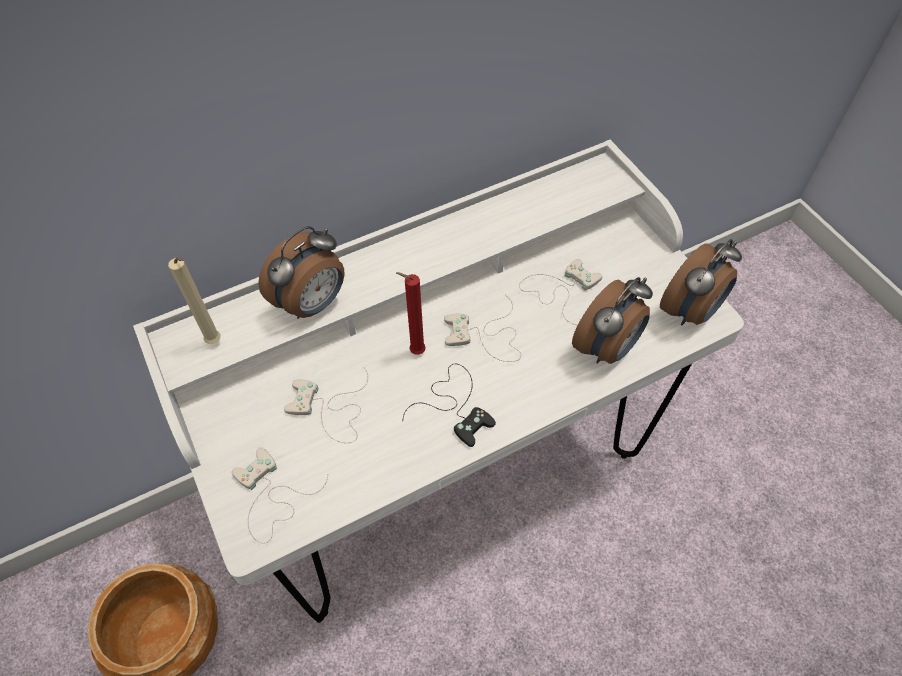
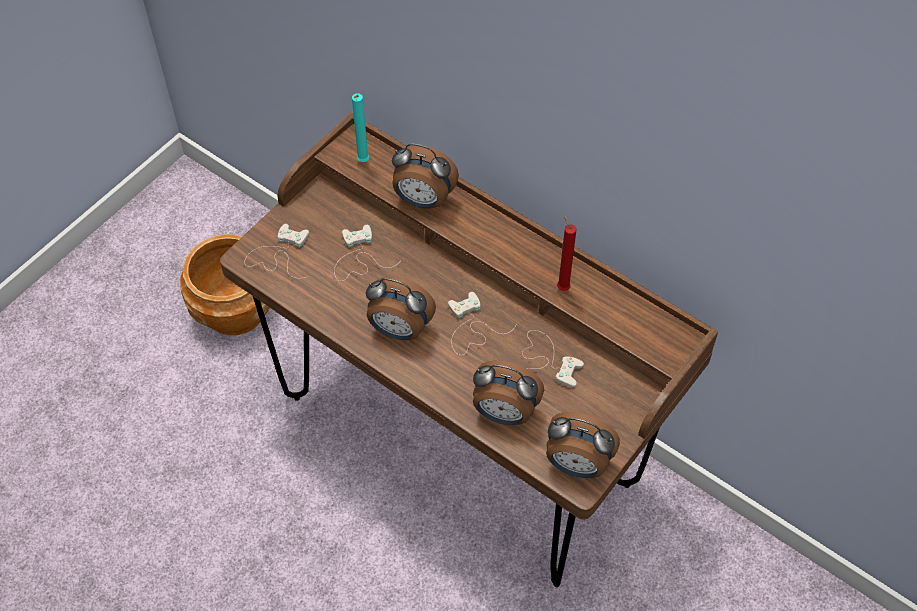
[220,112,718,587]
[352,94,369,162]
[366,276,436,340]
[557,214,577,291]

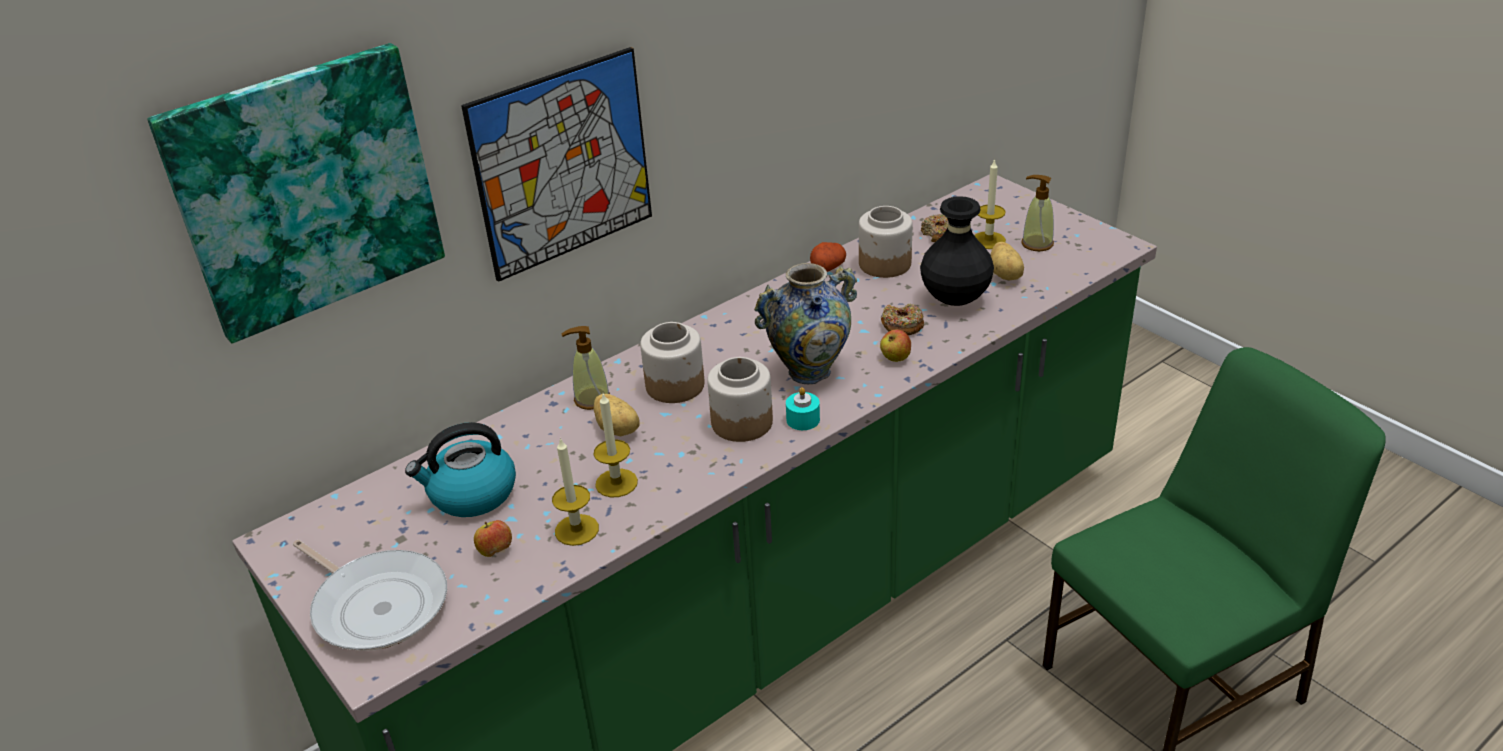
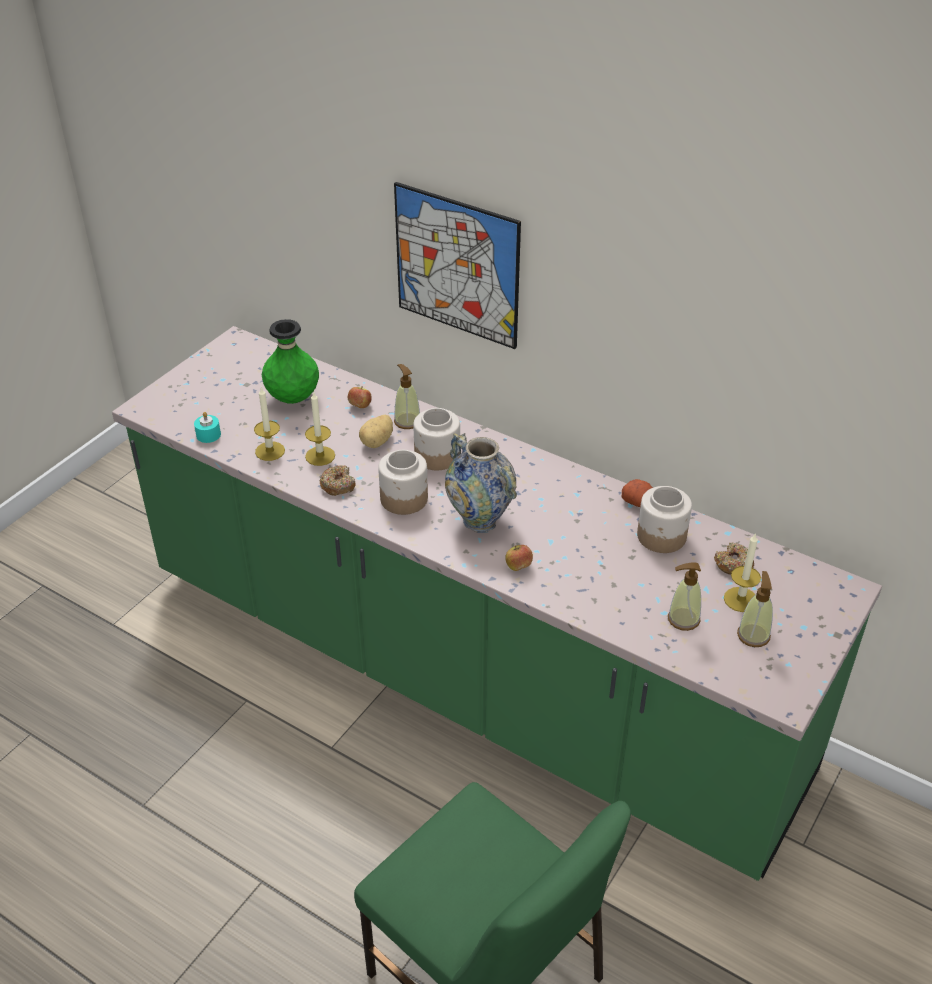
[194,412,221,443]
[262,319,319,404]
[320,465,356,496]
[348,386,372,408]
[668,562,701,631]
[147,43,445,343] (first image)
[293,540,447,651] (first image)
[920,196,994,306] (first image)

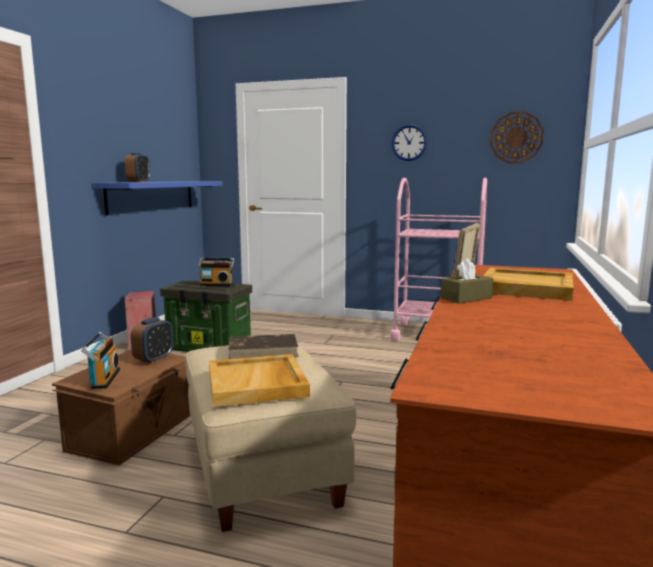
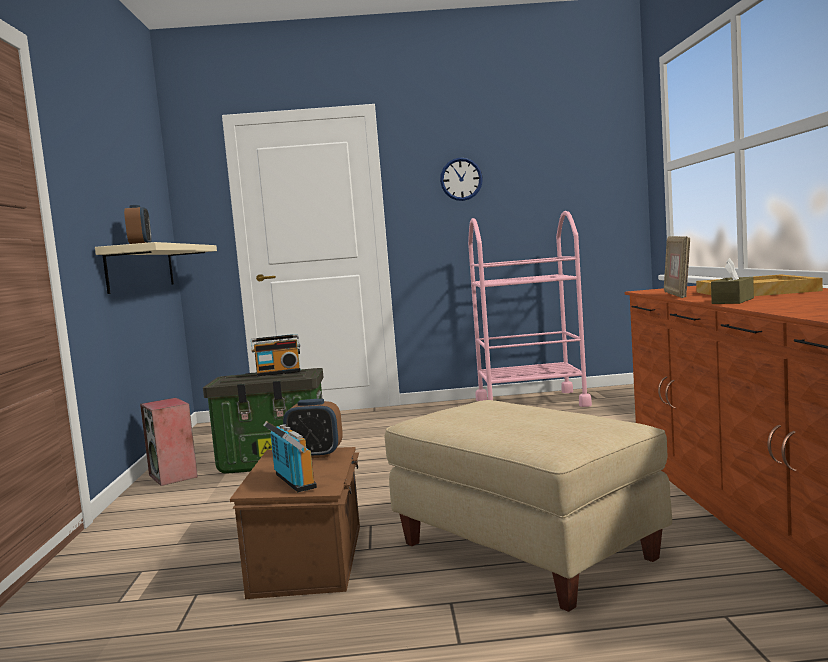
[95,242,217,294]
[283,399,343,458]
[209,354,310,407] (first image)
[228,334,299,359] (first image)
[490,111,544,164] (first image)

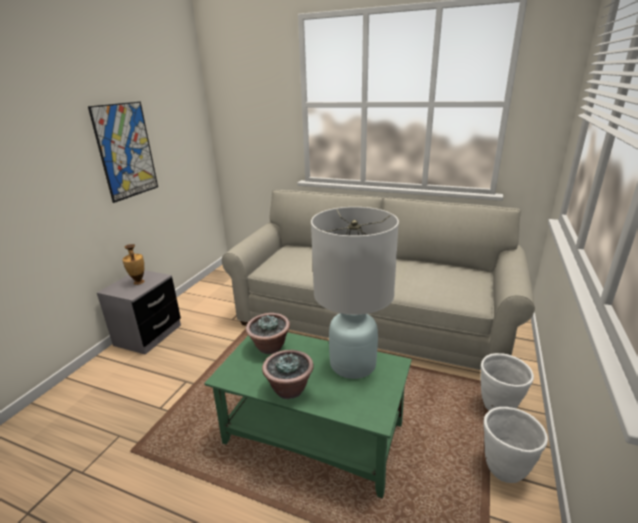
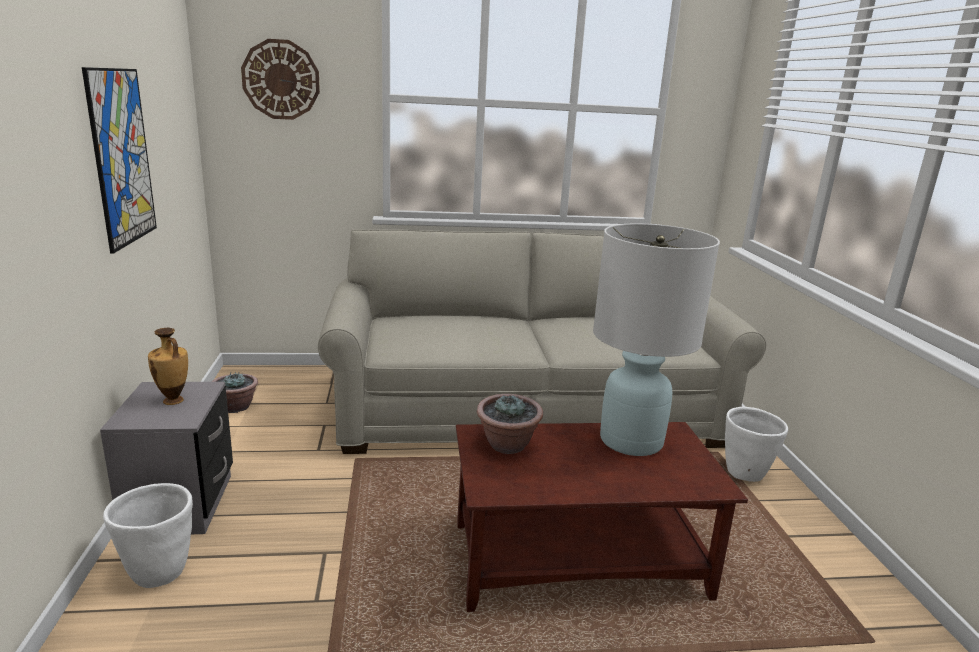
[103,483,193,588]
[212,372,258,413]
[241,39,320,120]
[456,422,748,612]

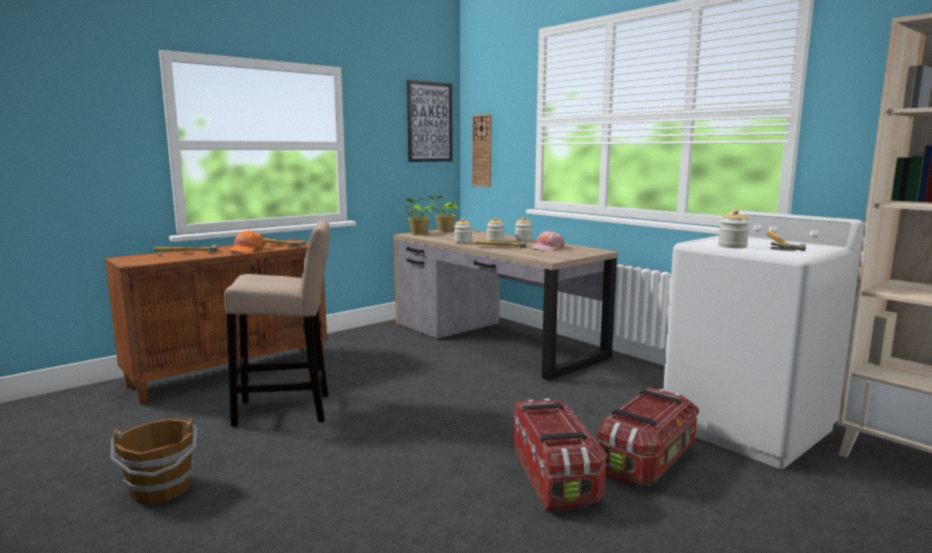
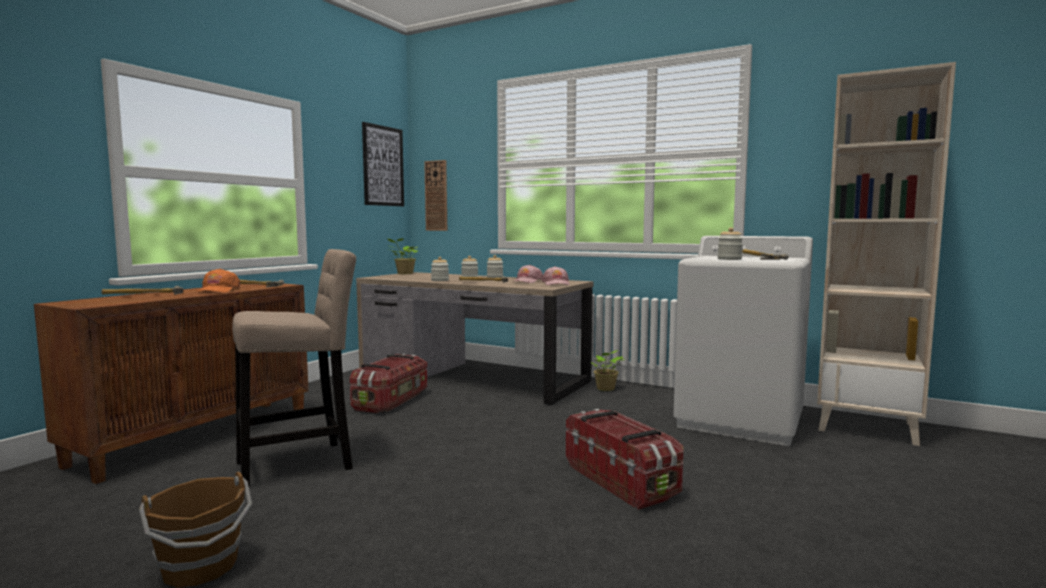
[350,354,427,413]
[542,266,570,285]
[590,350,625,391]

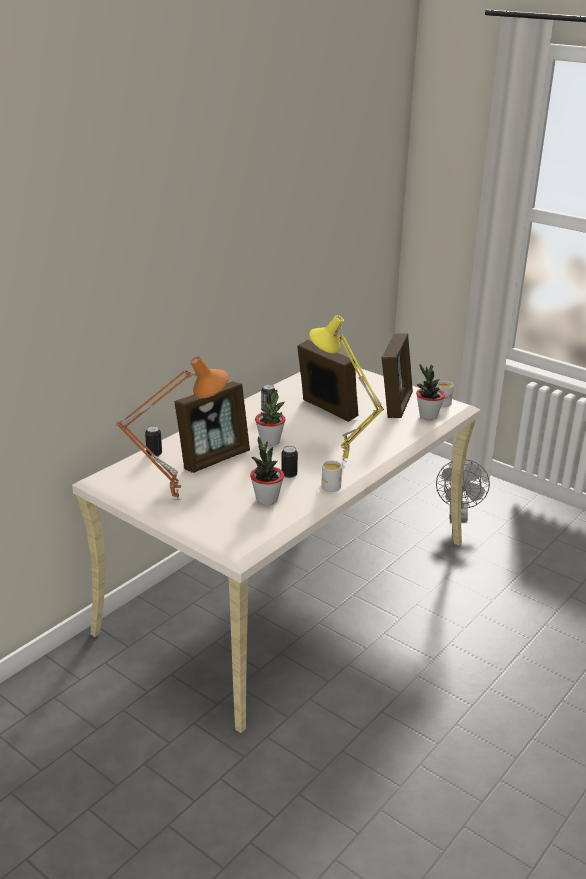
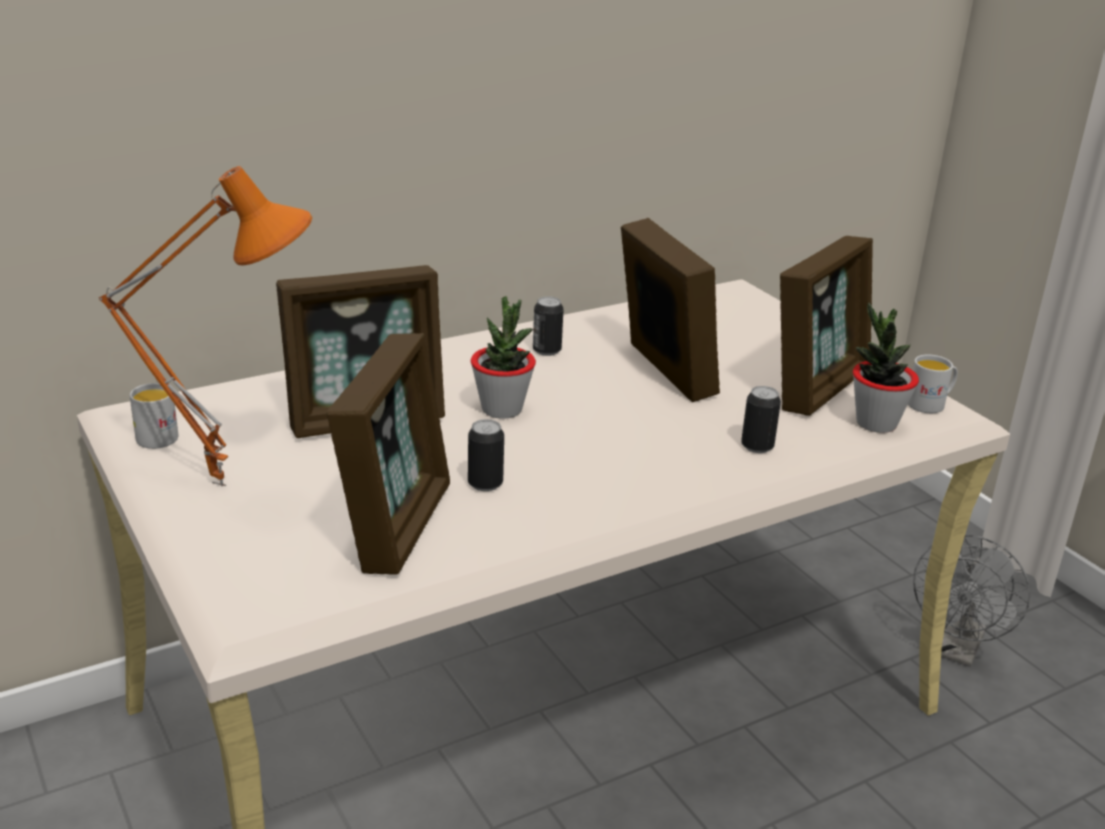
[130,383,178,449]
[326,333,450,575]
[741,386,781,453]
[309,315,384,462] (first image)

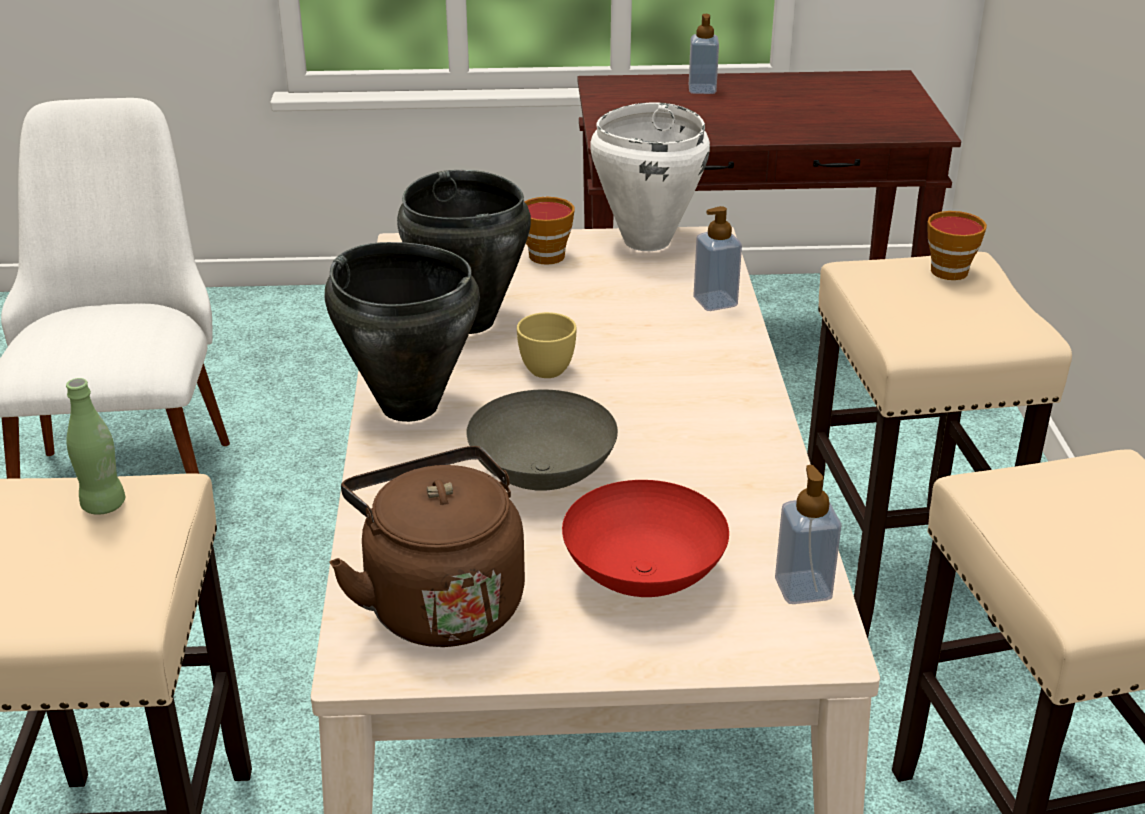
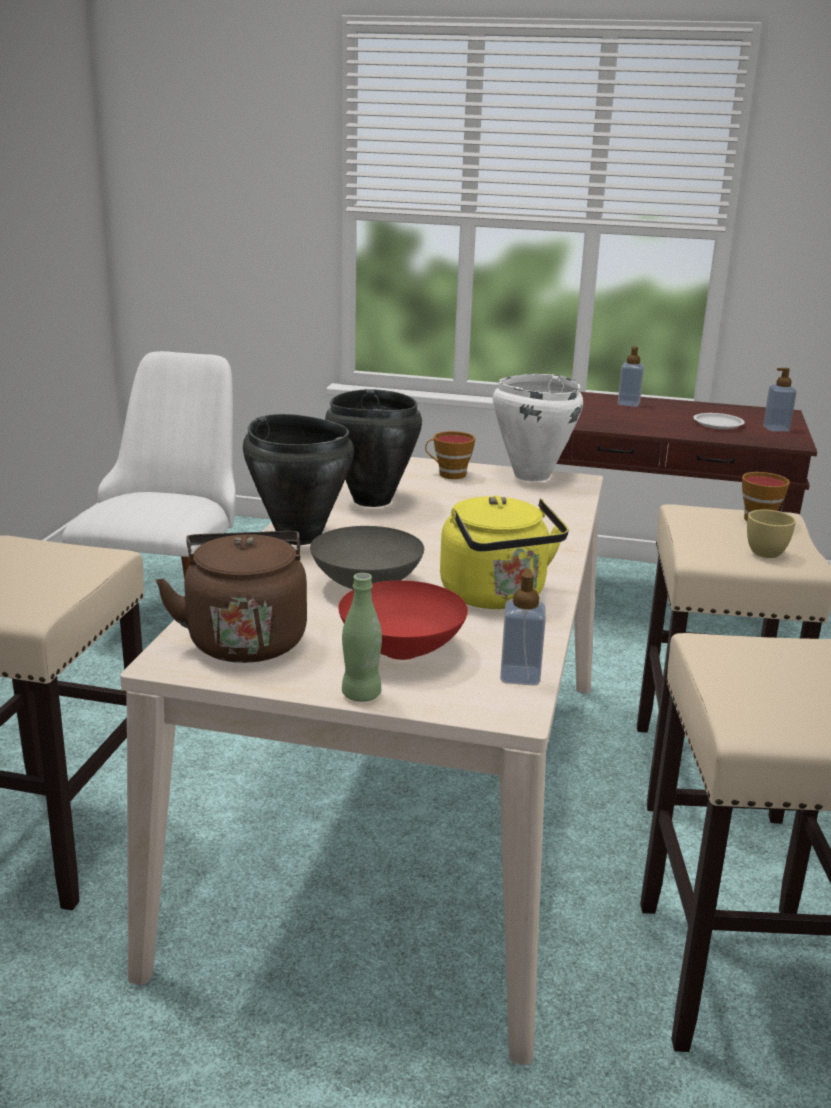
[342,573,382,702]
[440,495,568,609]
[693,413,745,429]
[747,509,796,558]
[763,368,797,432]

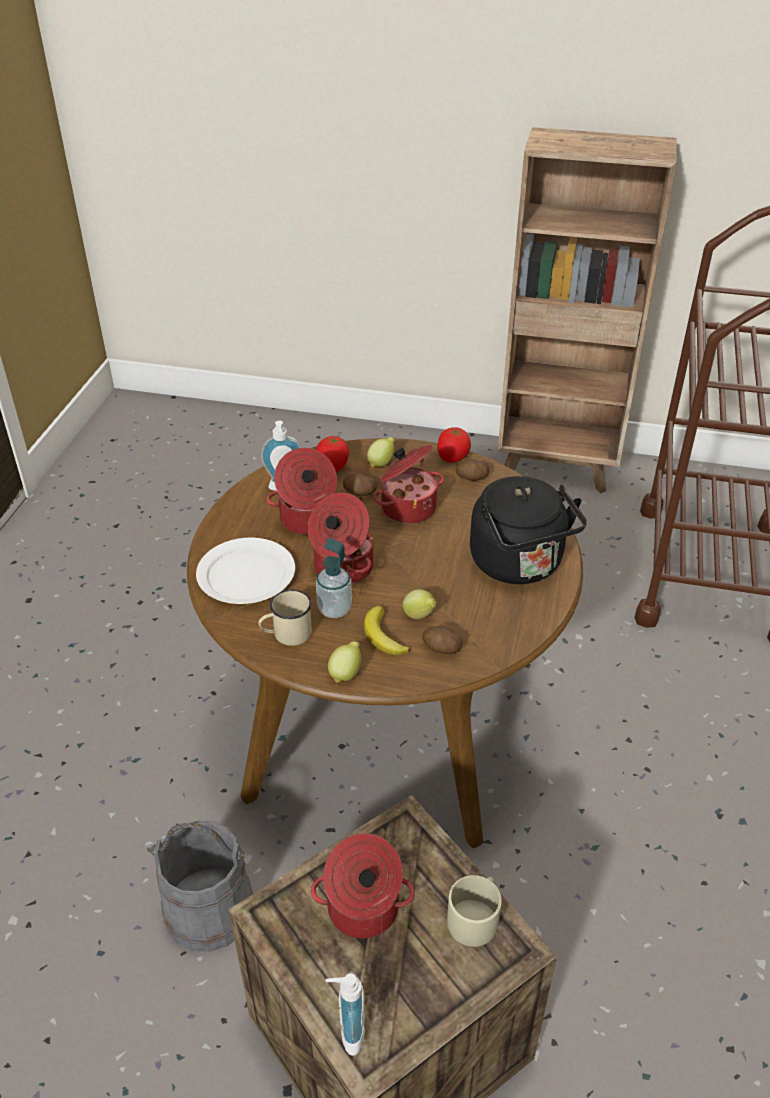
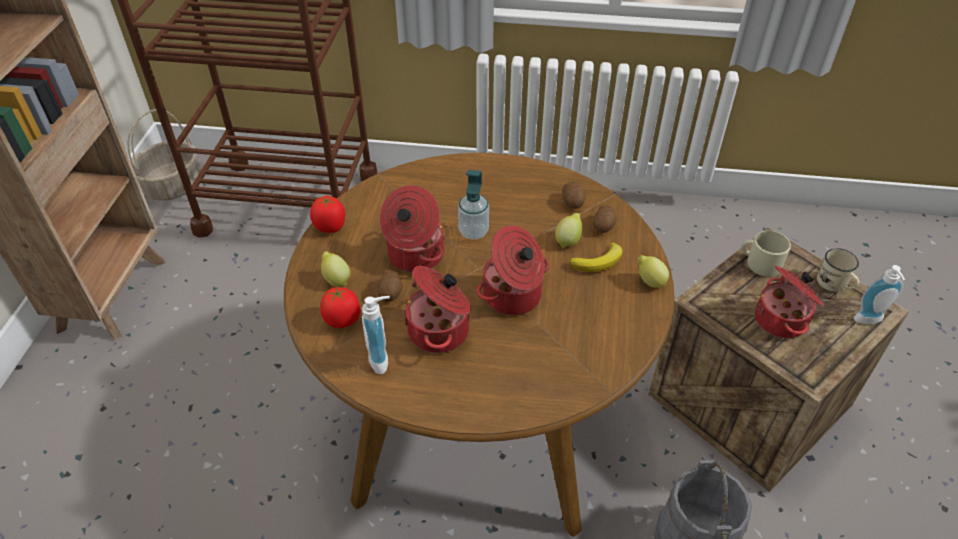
[127,109,201,201]
[458,170,489,240]
[563,182,585,209]
[817,248,860,292]
[196,538,295,604] (first image)
[470,476,587,584] (first image)

